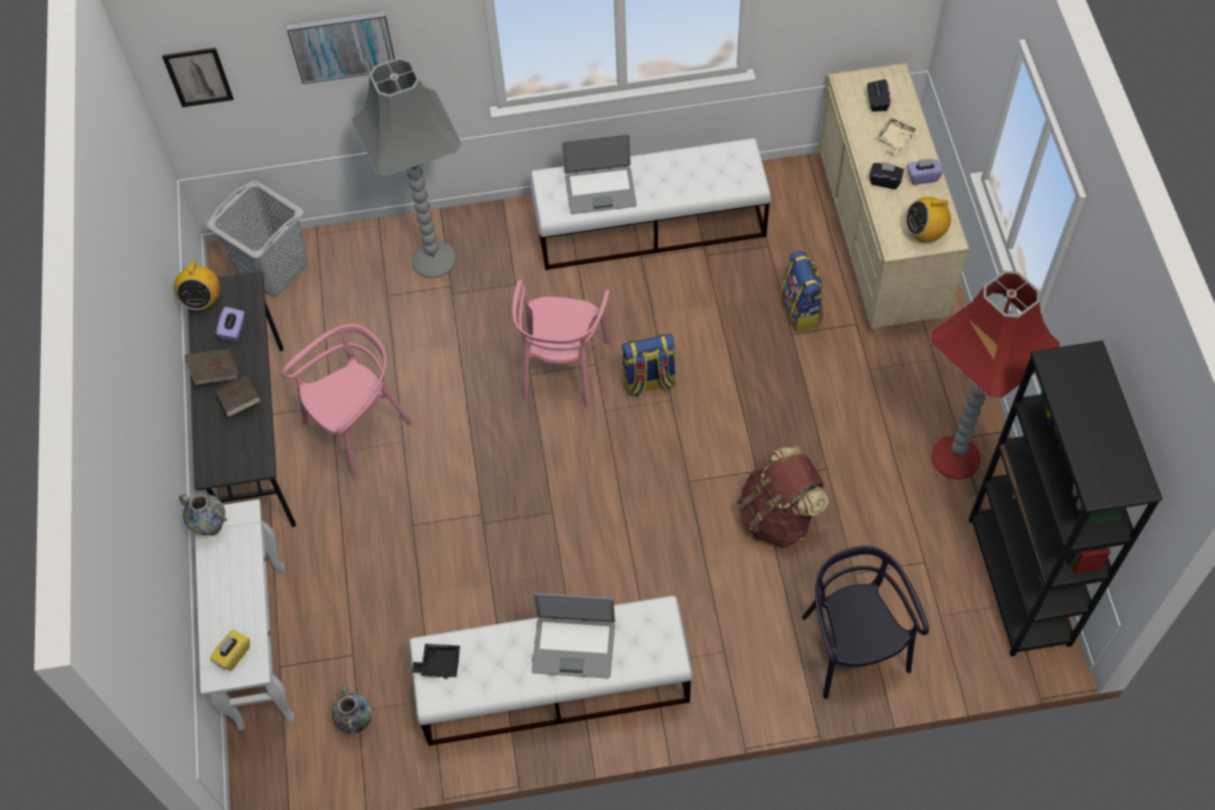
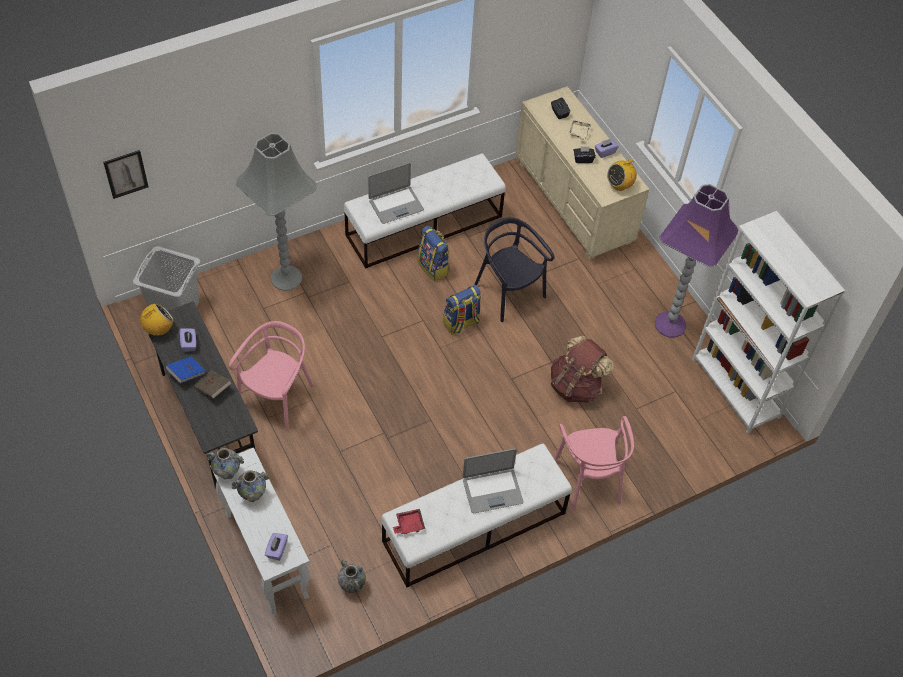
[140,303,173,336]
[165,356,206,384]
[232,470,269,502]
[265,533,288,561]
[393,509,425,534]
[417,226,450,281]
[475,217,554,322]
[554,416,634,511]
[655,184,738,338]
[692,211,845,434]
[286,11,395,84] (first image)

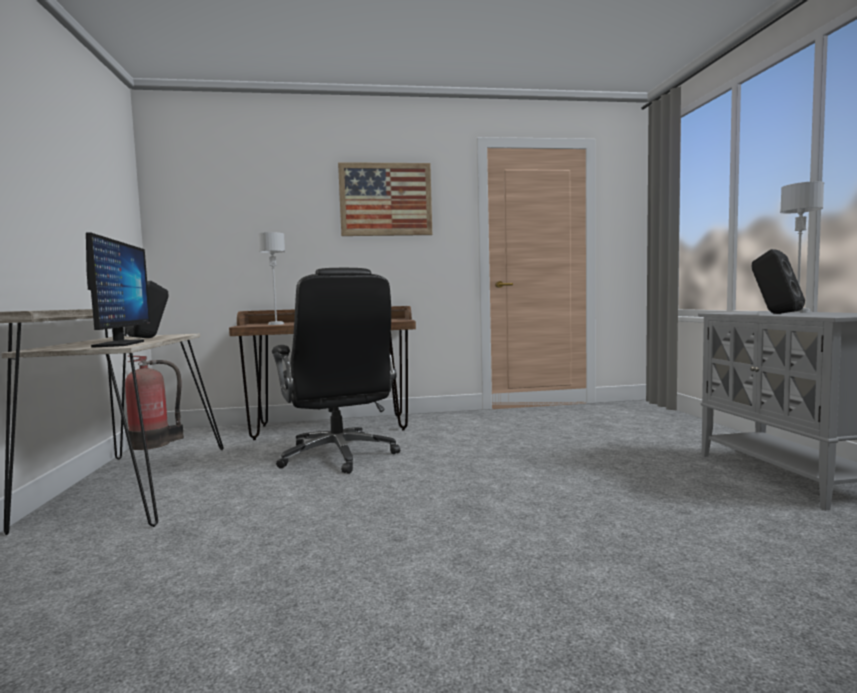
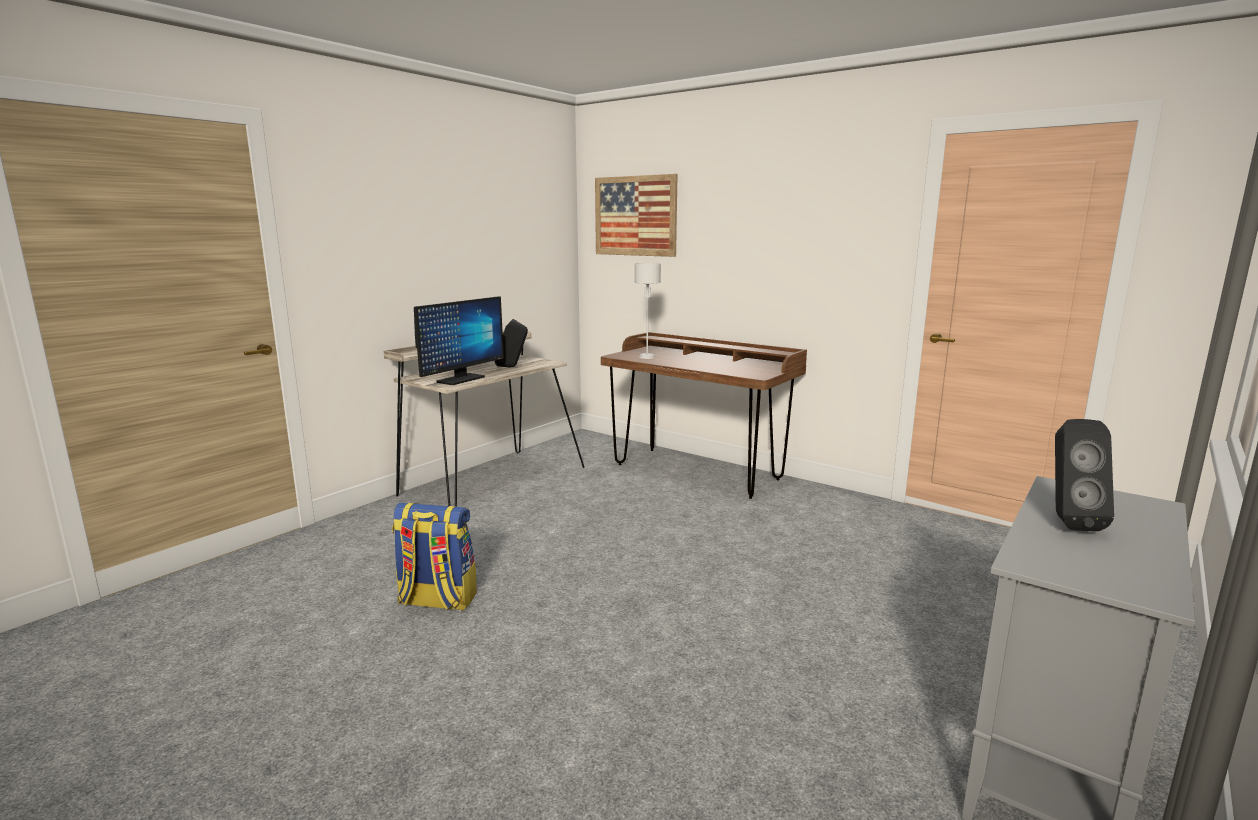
[392,503,477,611]
[595,174,678,257]
[125,355,184,450] (first image)
[272,268,400,474] (first image)
[780,181,824,313] (first image)

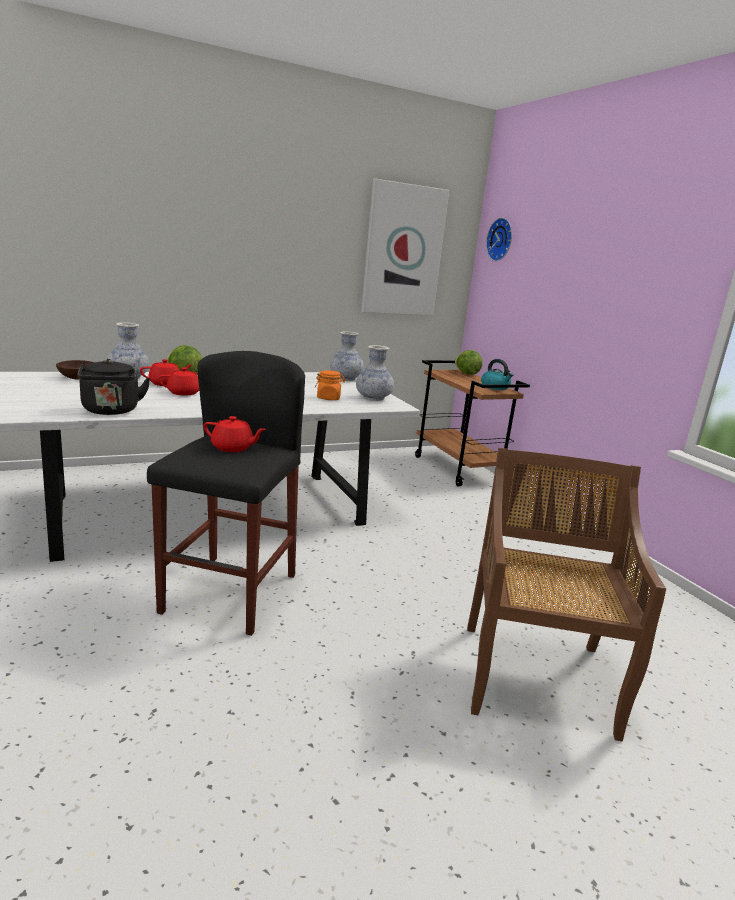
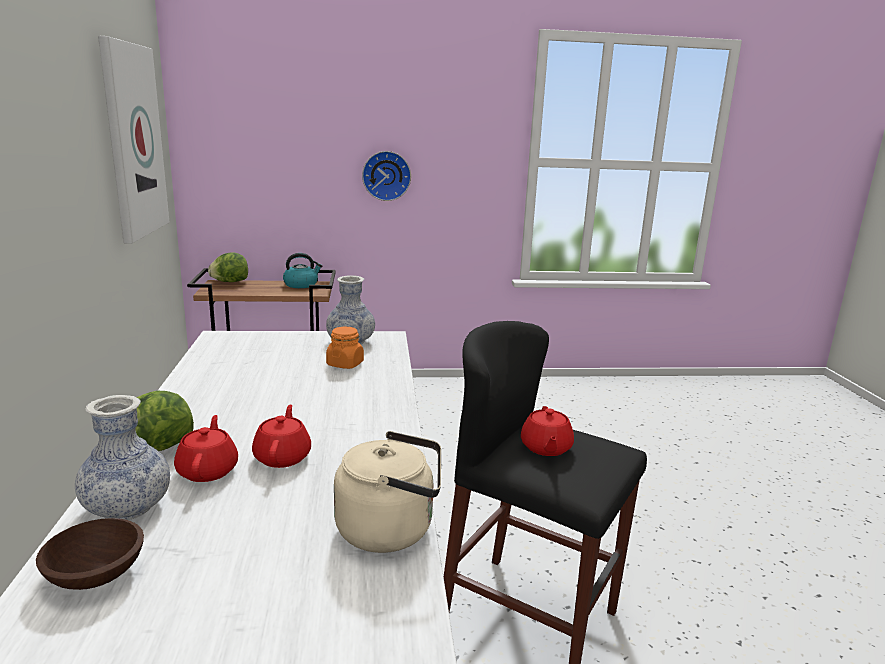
[334,431,441,553]
[362,151,411,201]
[521,406,574,456]
[330,331,364,381] (first image)
[467,448,666,742] (first image)

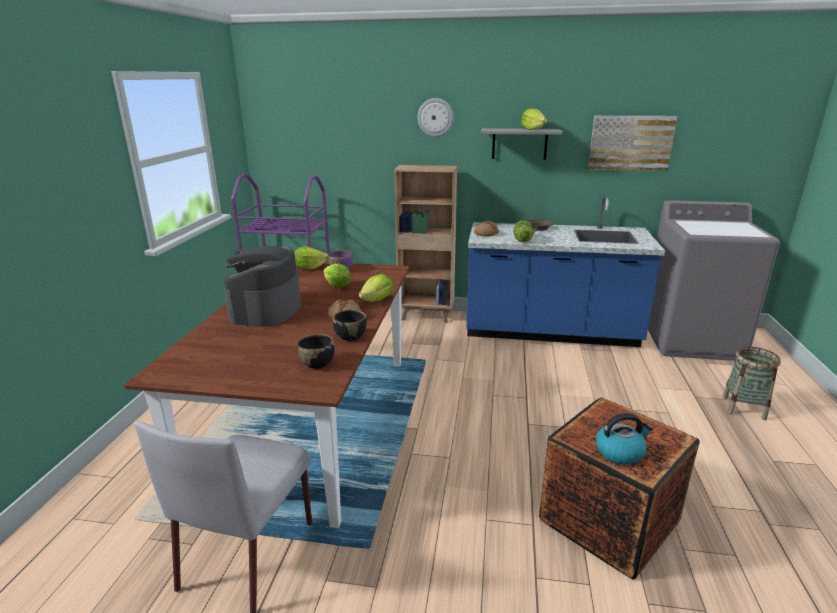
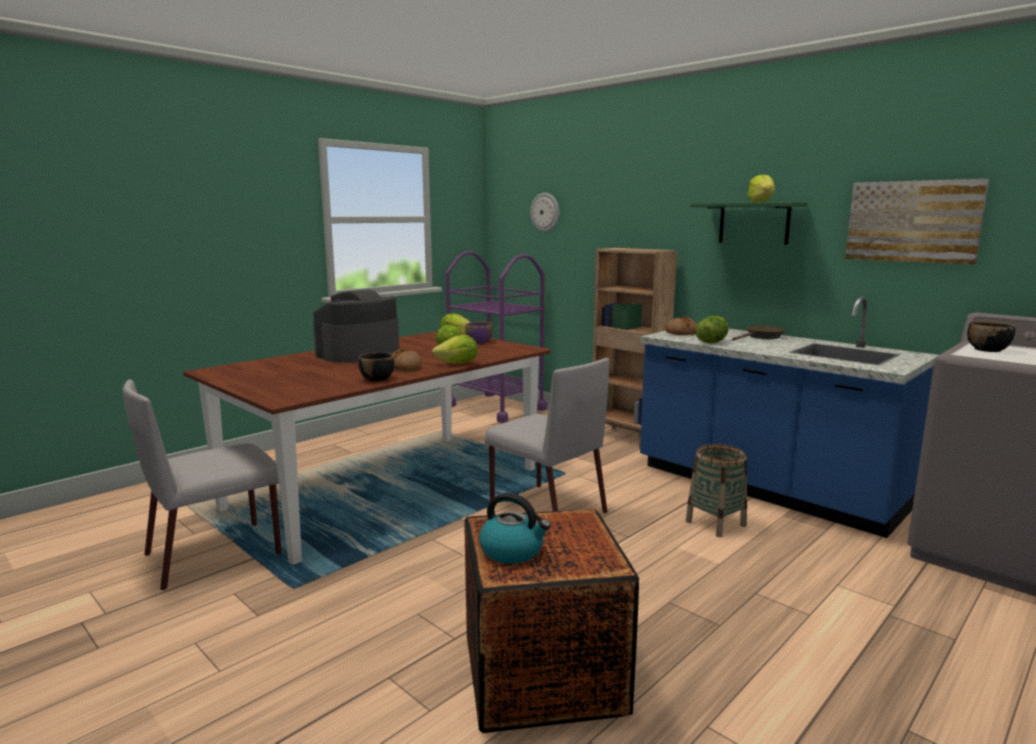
[484,358,610,514]
[530,193,559,232]
[685,444,747,537]
[690,202,807,245]
[967,321,1016,352]

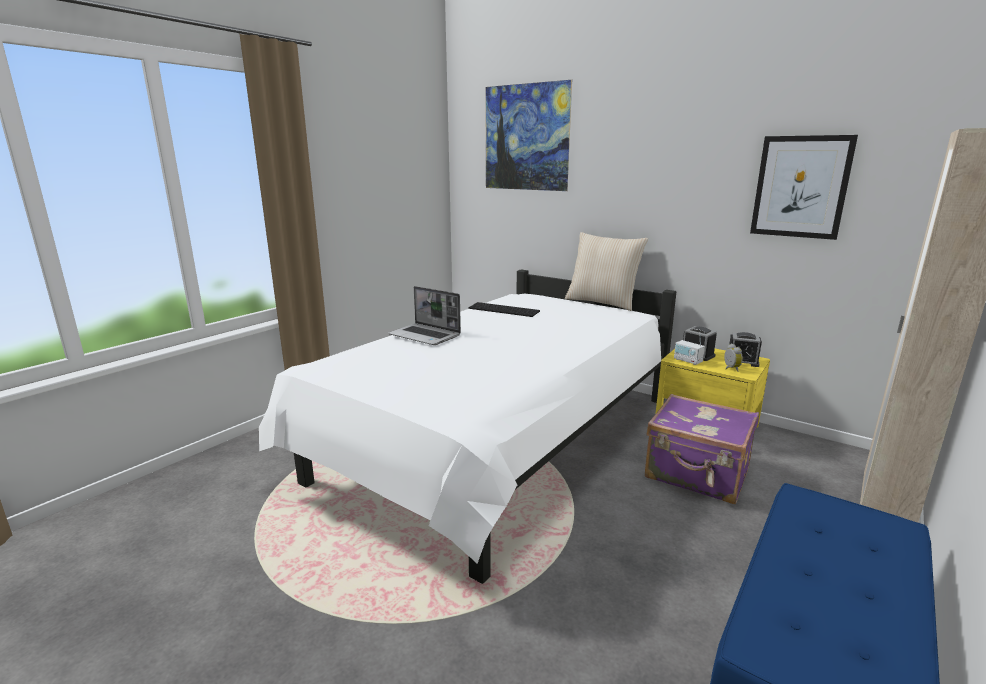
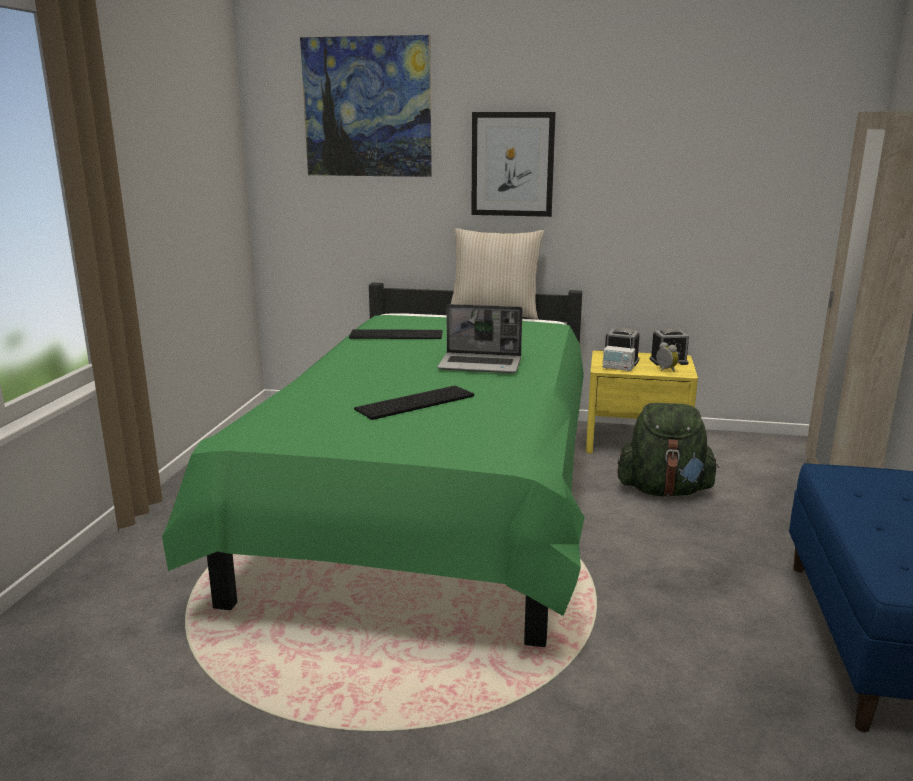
[162,283,585,647]
[354,386,474,420]
[437,304,523,373]
[471,112,556,217]
[617,403,719,496]

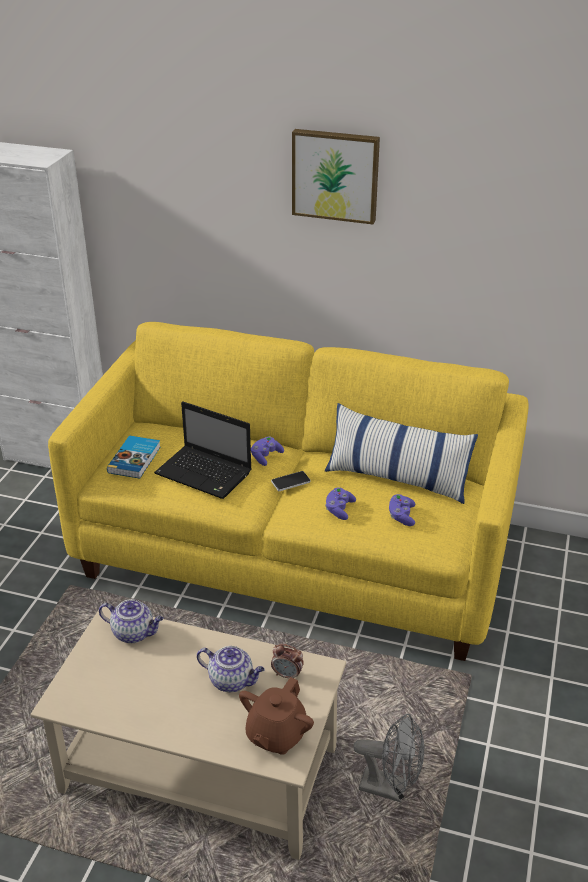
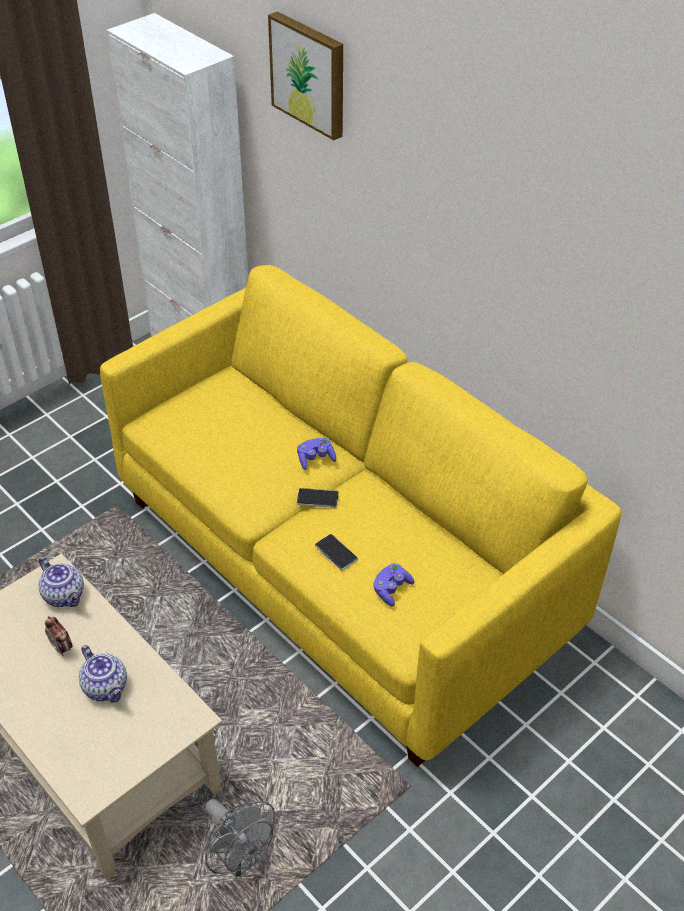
[45,616,73,656]
[268,11,343,140]
[315,534,358,570]
[107,435,160,479] (first image)
[154,402,252,499] (first image)
[239,677,314,755] (first image)
[325,403,478,504] (first image)

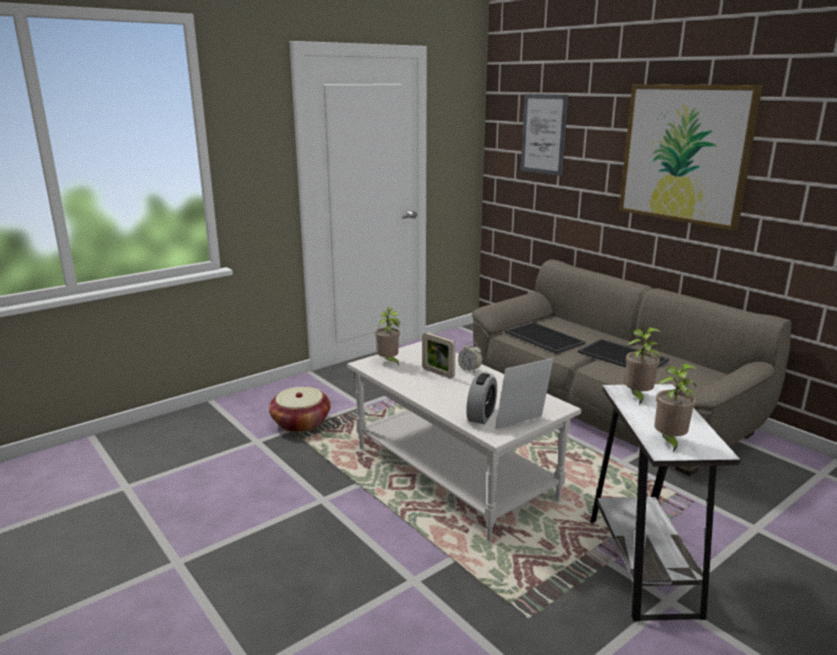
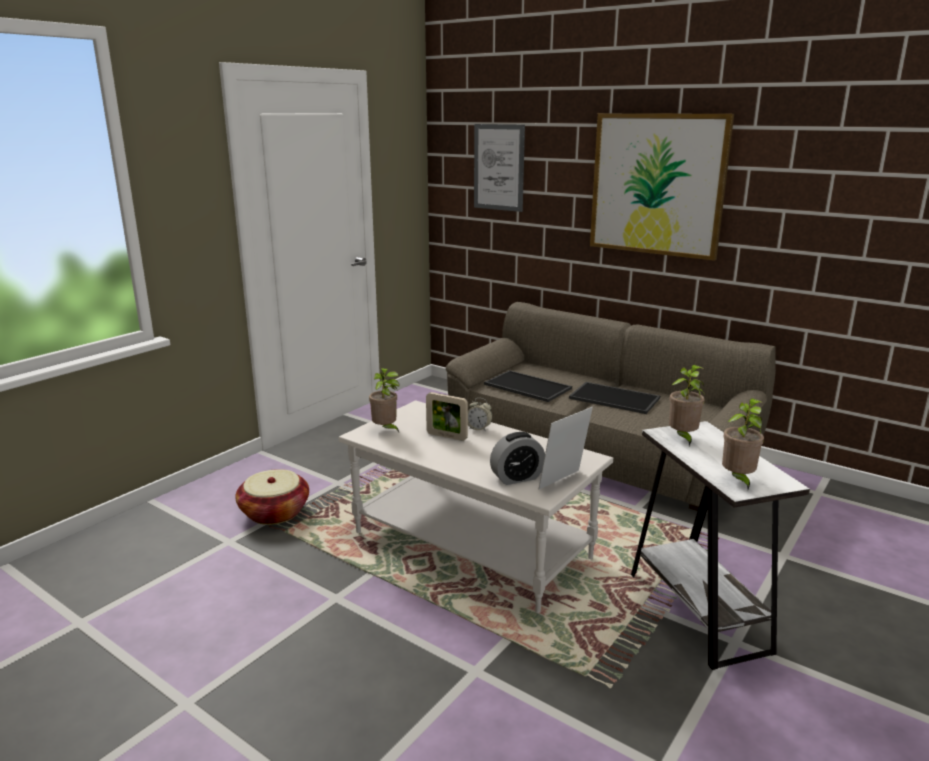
[490,432,545,485]

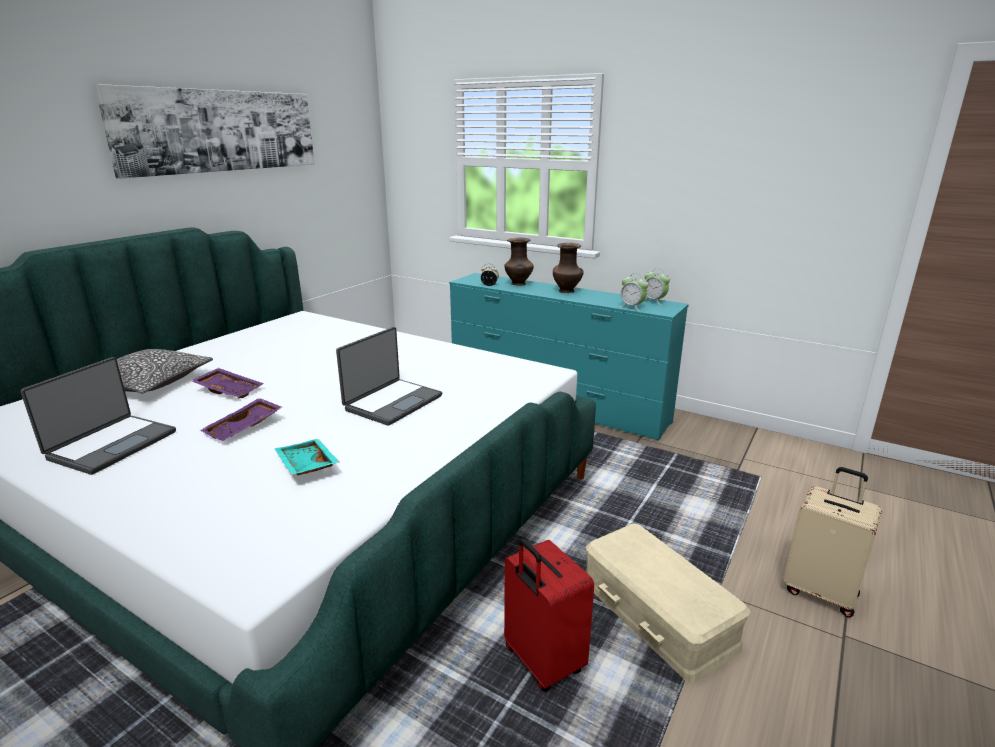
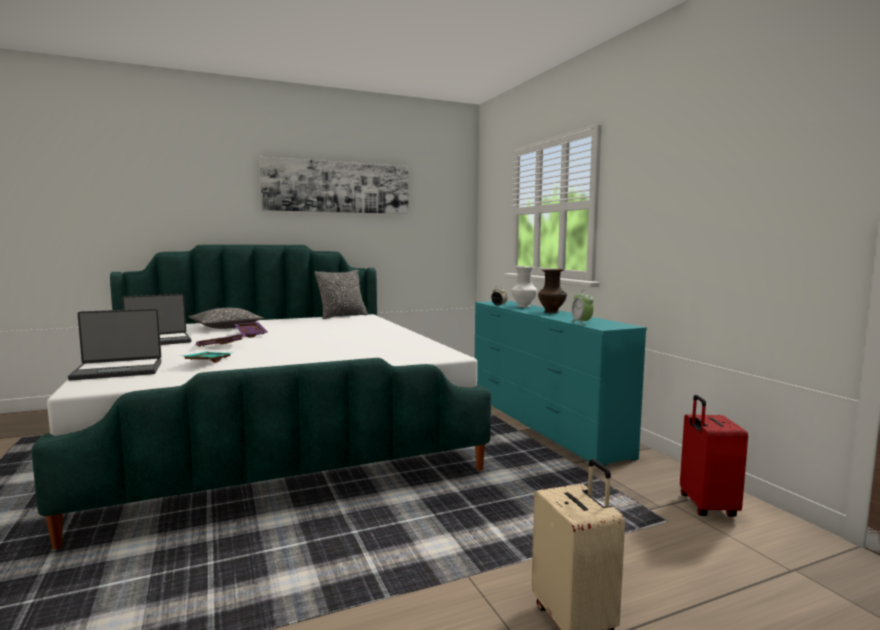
[68,309,161,381]
[314,270,368,319]
[511,267,537,307]
[680,395,748,517]
[586,524,751,684] (first image)
[644,268,670,305] (first image)

